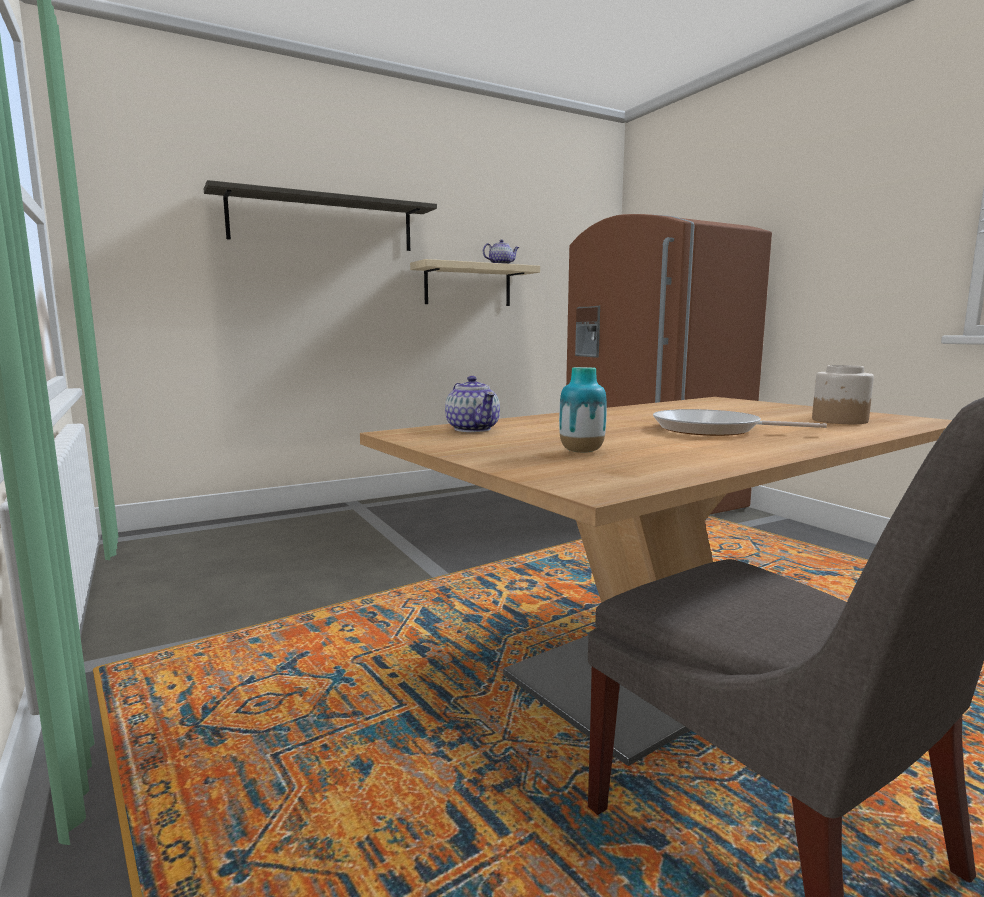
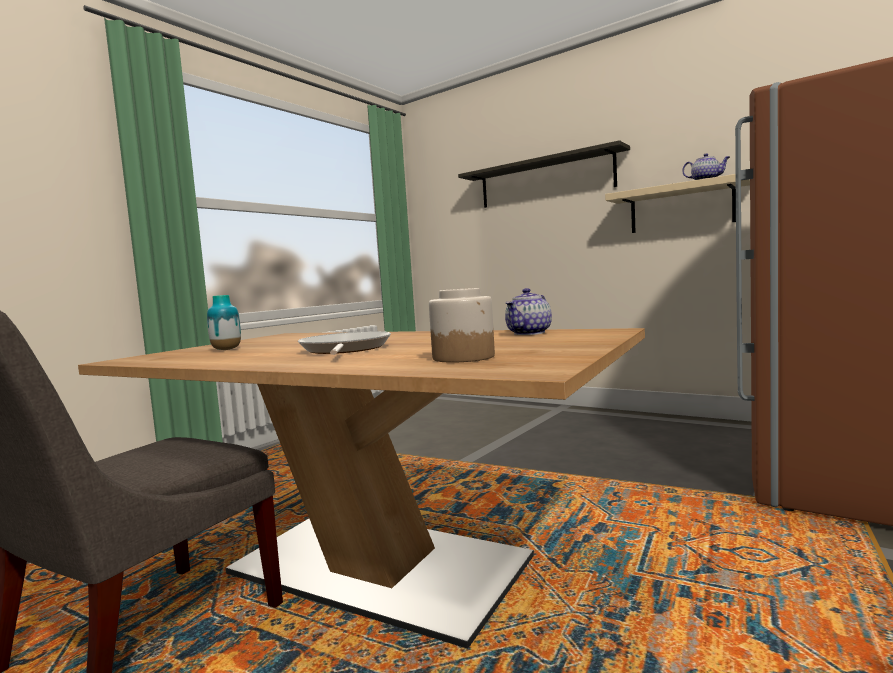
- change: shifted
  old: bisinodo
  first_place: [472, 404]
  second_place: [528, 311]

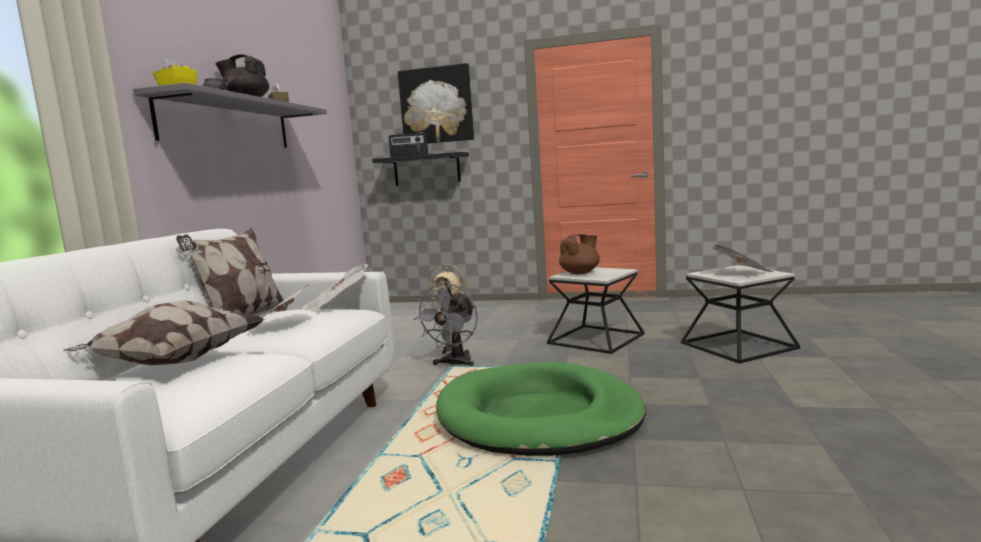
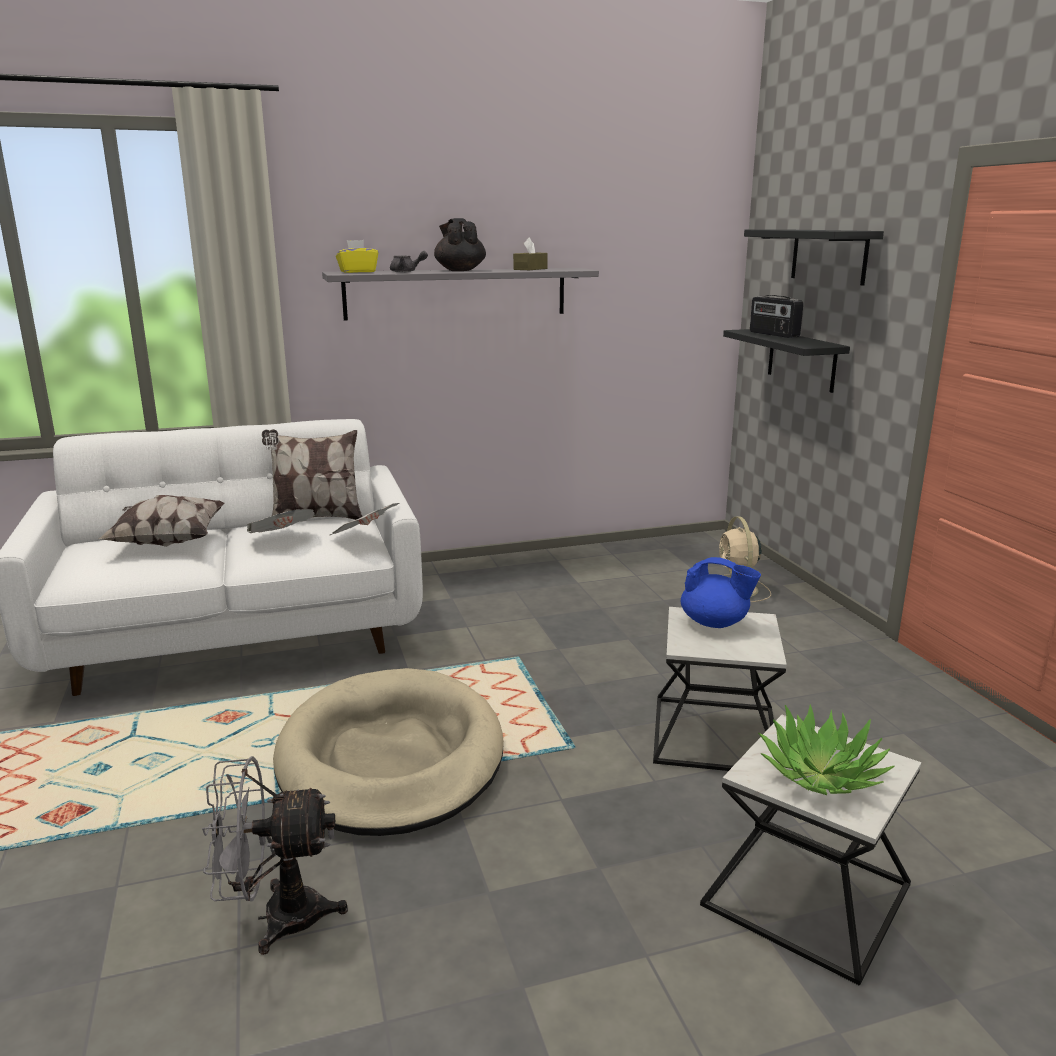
- change: shifted
  old: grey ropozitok
  first_place: [446, 324]
  second_place: [275, 855]
- change: repainted
  old: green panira
  new: beige panira
  first_place: [541, 409]
  second_place: [388, 752]
- change: repainted
  old: brown bisinodo
  new: blue bisinodo
  first_place: [579, 254]
  second_place: [721, 592]
- change: swapped
  old: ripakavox
  new: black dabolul
  first_place: [436, 103]
  second_place: [814, 257]
- change: swapped
  old: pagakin
  new: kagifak
  first_place: [743, 258]
  second_place: [826, 750]

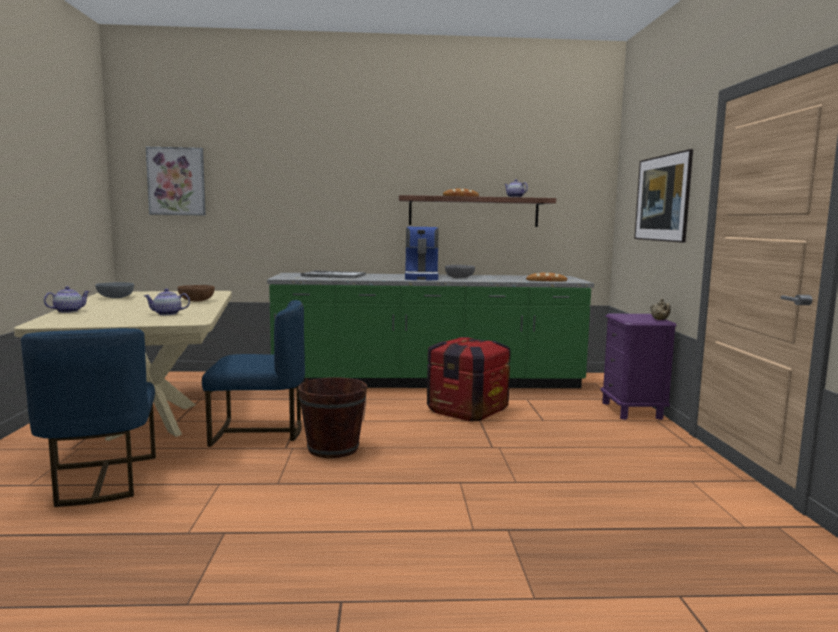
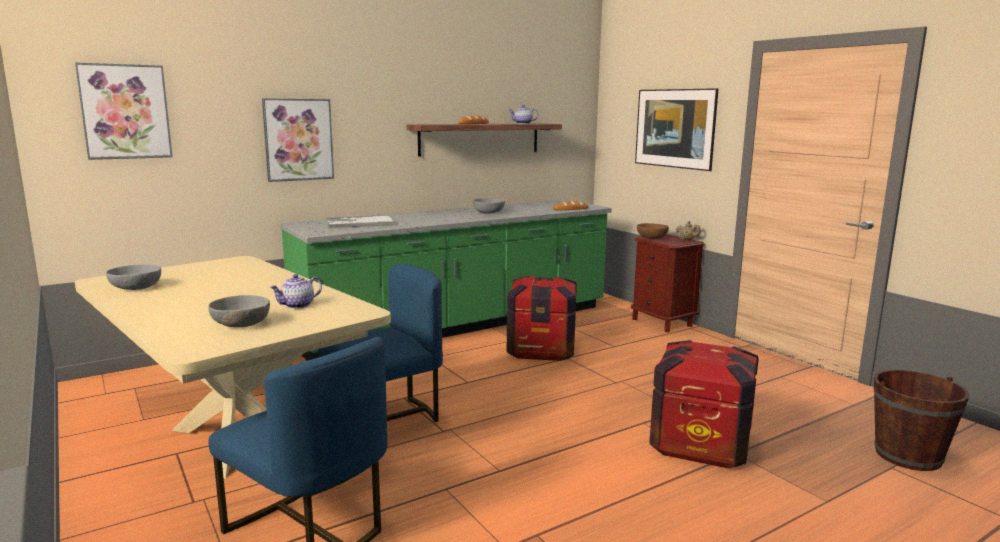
- change: new
  new: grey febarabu
  second_place: [239, 311]
- change: new
  new: ripakavox
  second_place: [298, 140]
- change: repainted
  old: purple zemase
  new: brown zemase
  first_place: [638, 367]
  second_place: [668, 283]
- change: shifted
  old: brown febarabu
  first_place: [196, 293]
  second_place: [653, 231]
- change: new
  new: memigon
  second_place: [704, 404]
- change: shifted
  old: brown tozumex
  first_place: [332, 417]
  second_place: [921, 420]
- change: gone
  old: bisinodo
  first_place: [67, 299]
- change: gone
  old: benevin
  first_place: [422, 253]

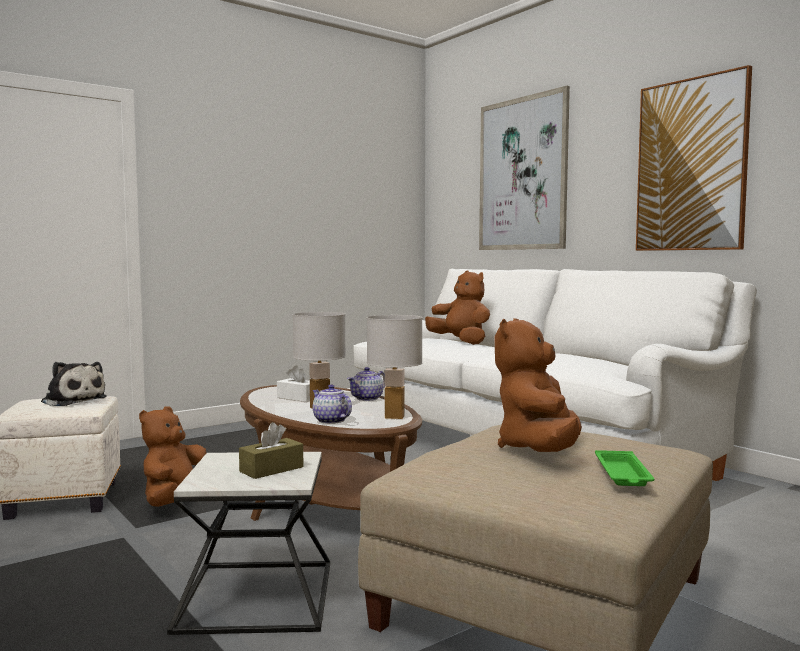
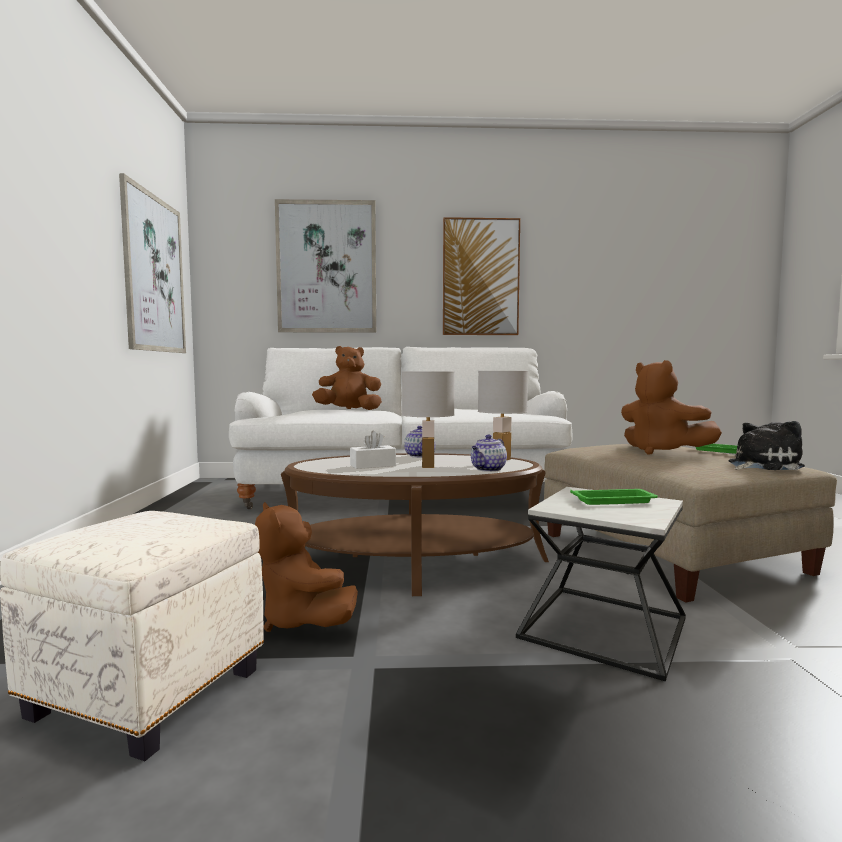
- change: new
  new: ripakavox
  second_place: [152, 263]
- change: rotated
  old: bisinodo
  first_place: [332, 404]
  second_place: [489, 453]
  degrees: -45
- change: swapped
  old: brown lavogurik
  new: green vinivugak
  first_place: [271, 450]
  second_place: [614, 497]
- change: shifted
  old: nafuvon
  first_place: [74, 384]
  second_place: [766, 445]

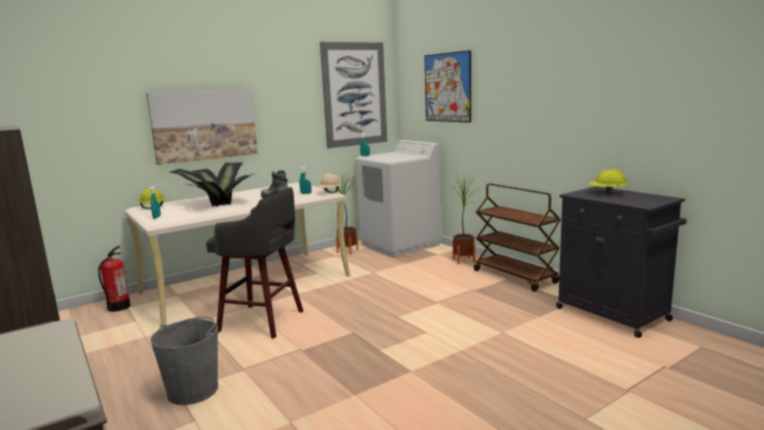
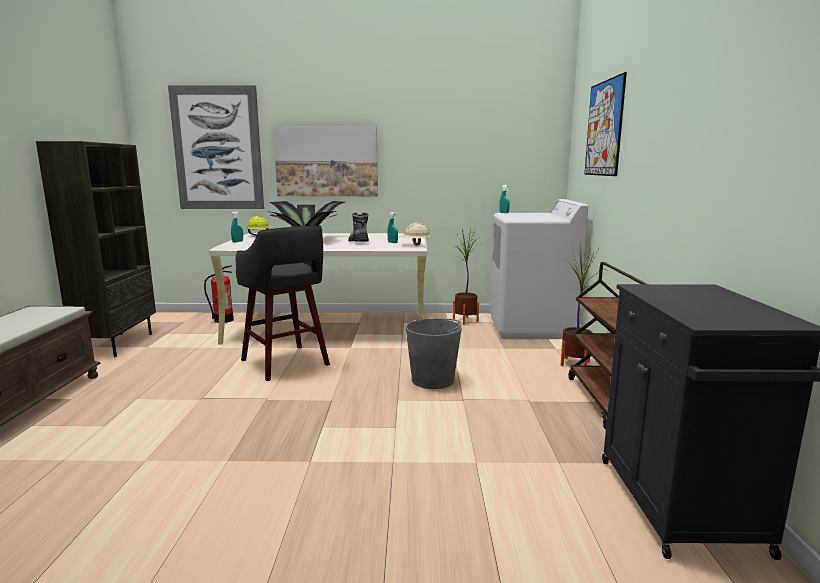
- change: shifted
  old: ripakavox
  first_place: [353, 95]
  second_place: [216, 147]
- change: shifted
  old: grey tozumex
  first_place: [184, 361]
  second_place: [434, 353]
- change: gone
  old: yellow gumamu
  first_place: [608, 181]

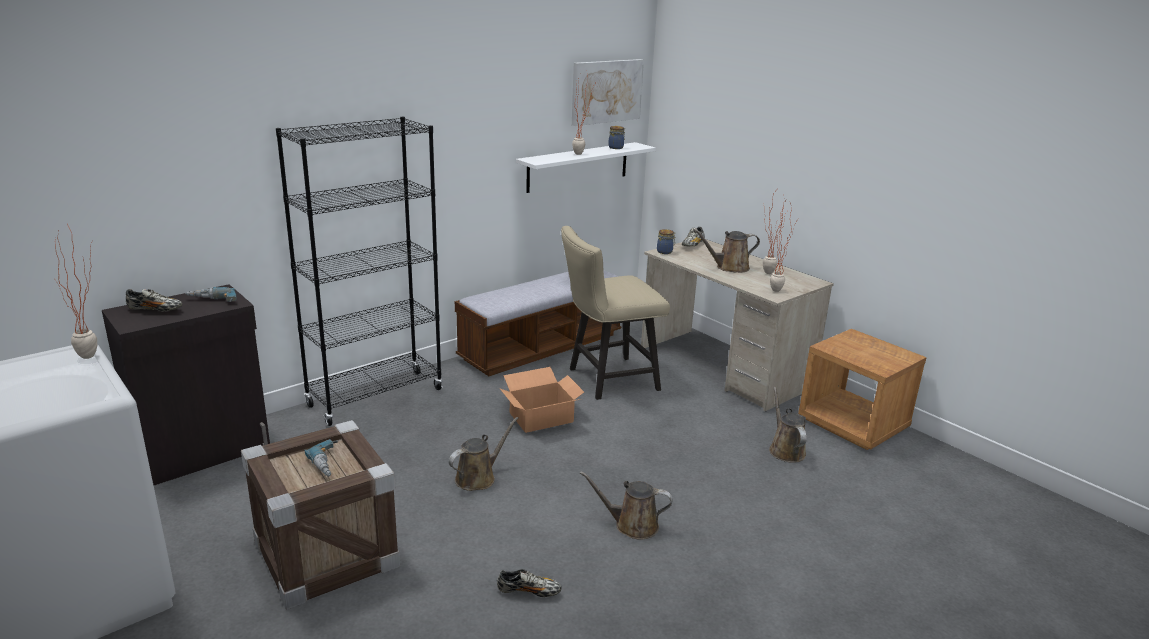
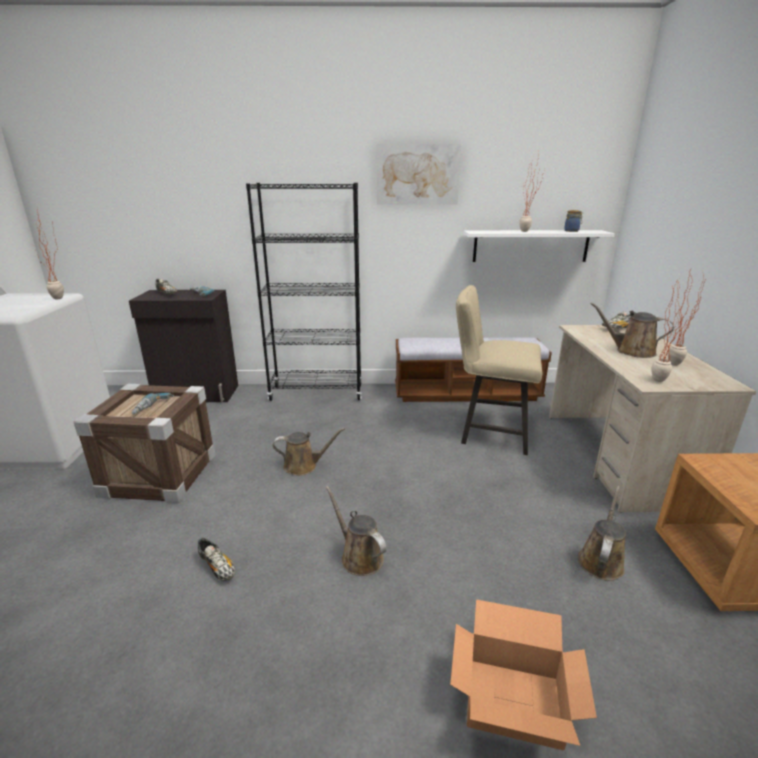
- change: shifted
  old: ripakavox
  first_place: [608, 92]
  second_place: [419, 174]
- change: shifted
  old: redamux
  first_place: [541, 400]
  second_place: [523, 675]
- change: gone
  old: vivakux
  first_place: [666, 241]

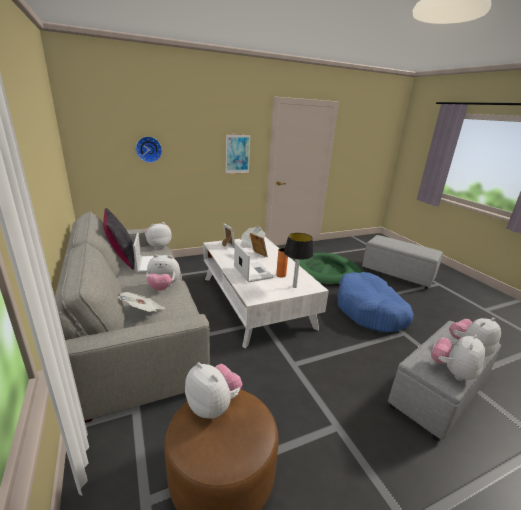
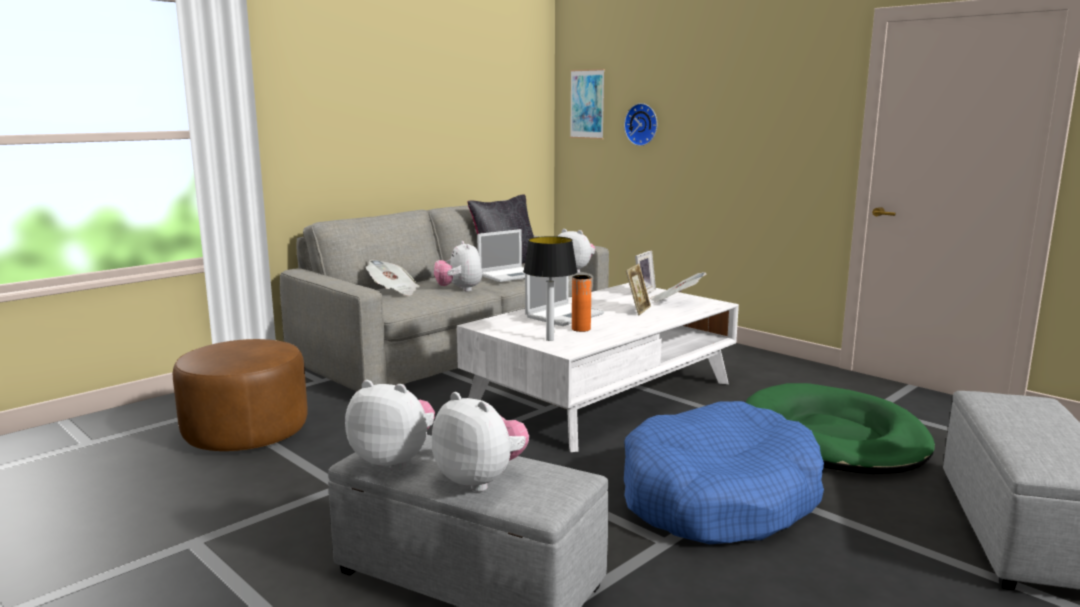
- change: shifted
  old: ripakavox
  first_place: [238, 154]
  second_place: [587, 104]
- change: gone
  old: nafuvon
  first_place: [213, 390]

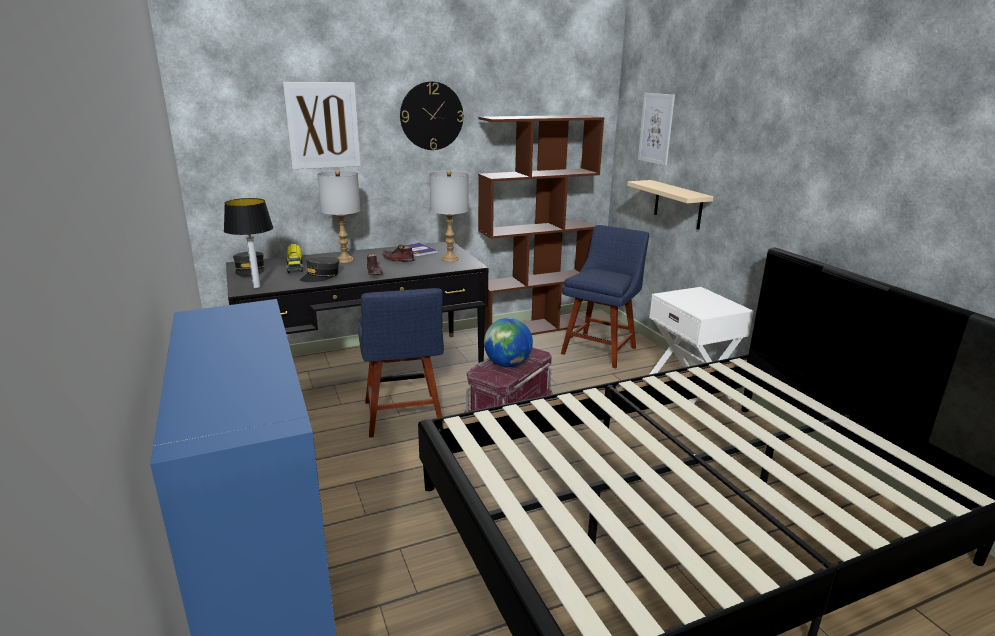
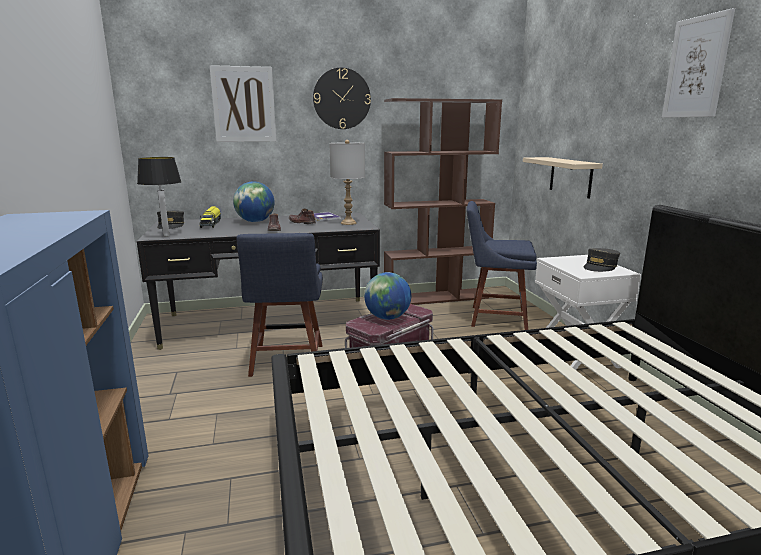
- change: swapped
  old: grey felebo
  new: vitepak
  first_place: [338, 216]
  second_place: [254, 201]
- change: rotated
  old: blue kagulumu
  first_place: [605, 297]
  second_place: [501, 265]
  degrees: -120
- change: shifted
  old: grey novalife
  first_place: [320, 269]
  second_place: [602, 260]
- change: shifted
  old: ripakavox
  first_place: [656, 129]
  second_place: [698, 63]

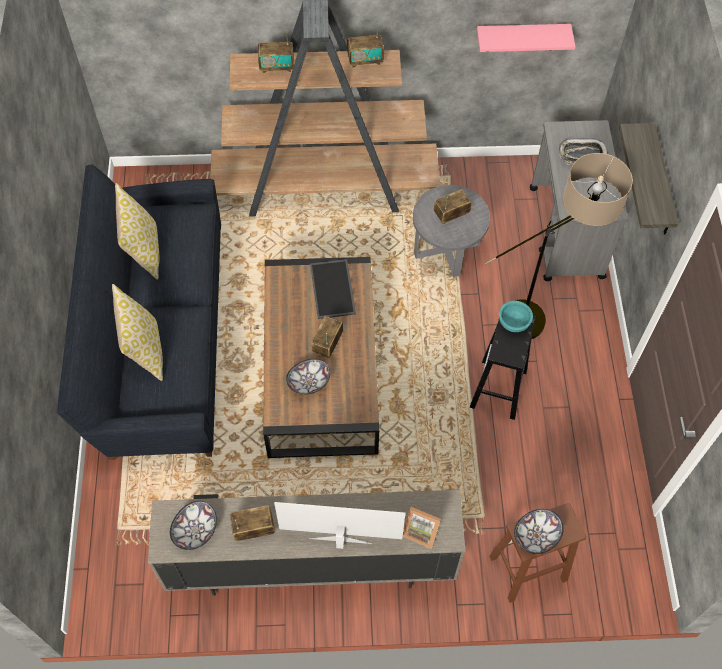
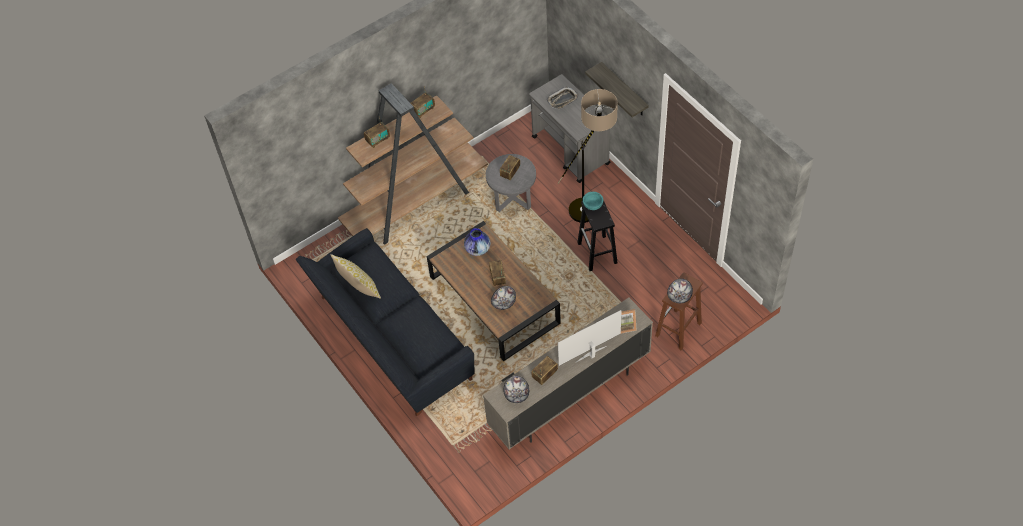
- change: swapped
  old: vinivugak
  new: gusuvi
  first_place: [333, 289]
  second_place: [477, 242]
- change: gone
  old: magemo
  first_place: [137, 332]
- change: gone
  old: pink dabolul
  first_place: [526, 38]

